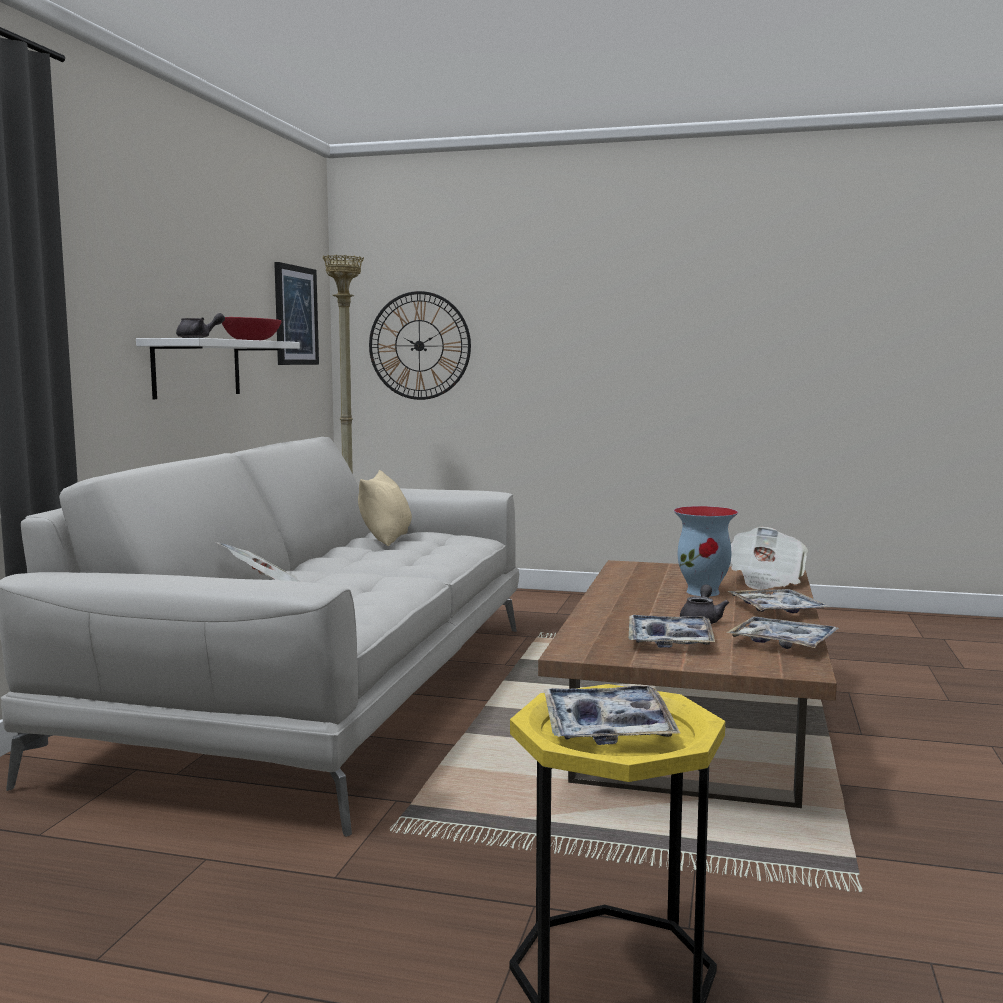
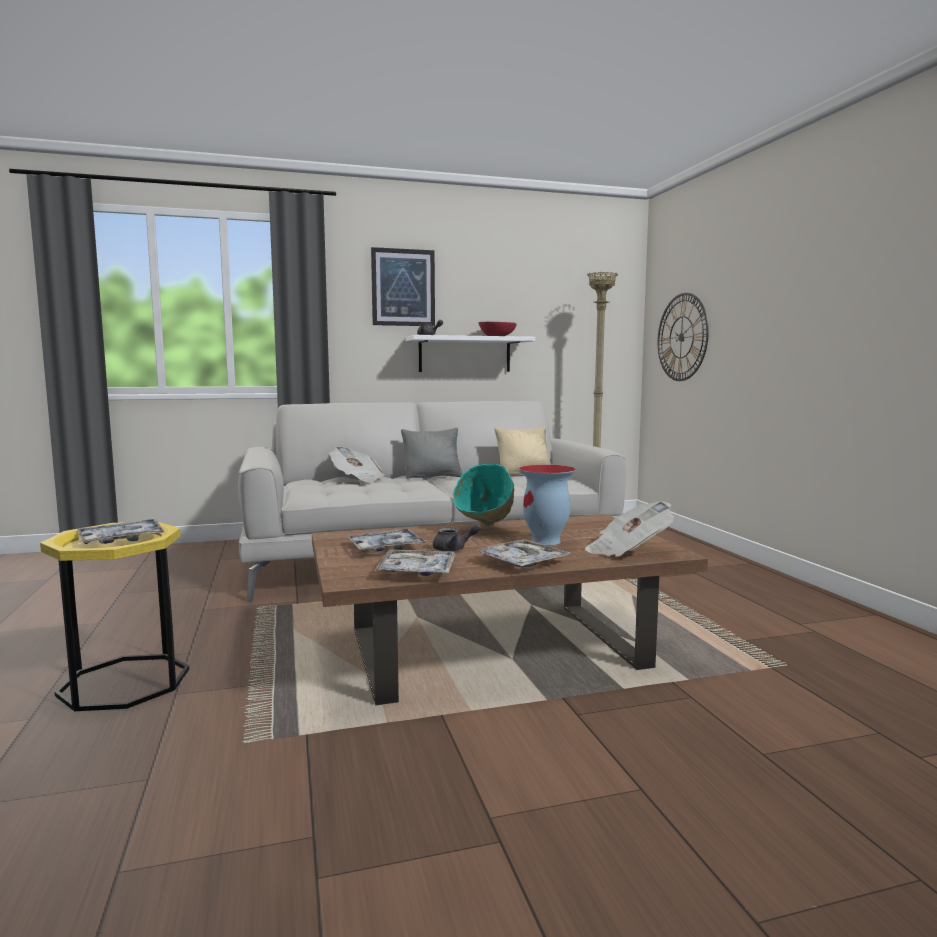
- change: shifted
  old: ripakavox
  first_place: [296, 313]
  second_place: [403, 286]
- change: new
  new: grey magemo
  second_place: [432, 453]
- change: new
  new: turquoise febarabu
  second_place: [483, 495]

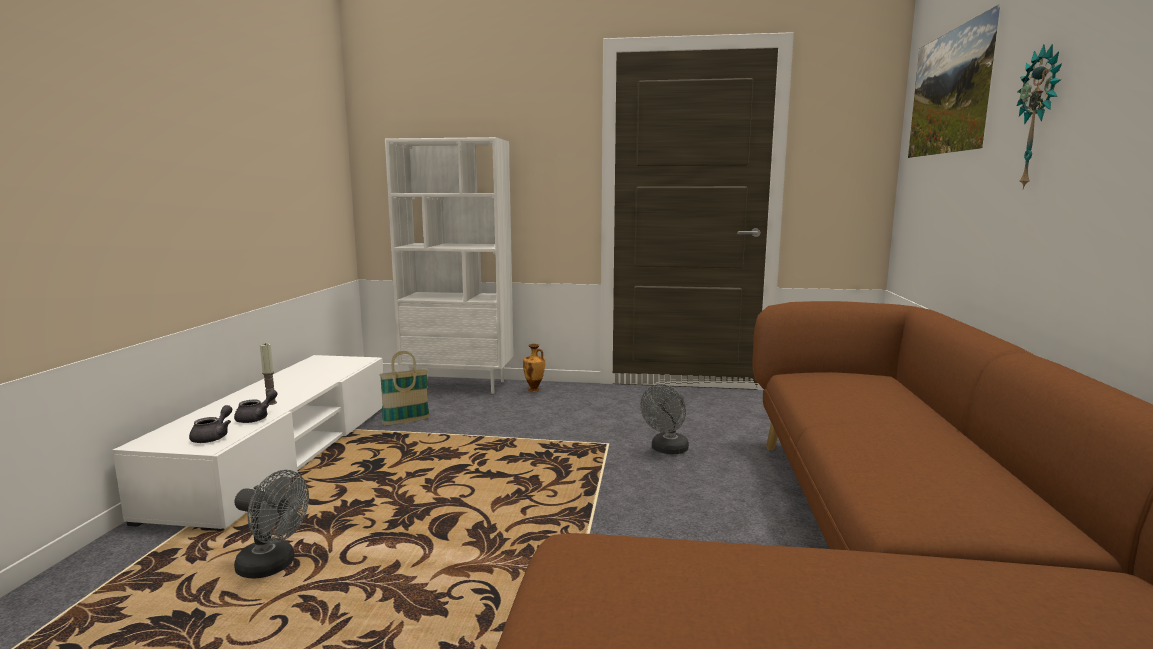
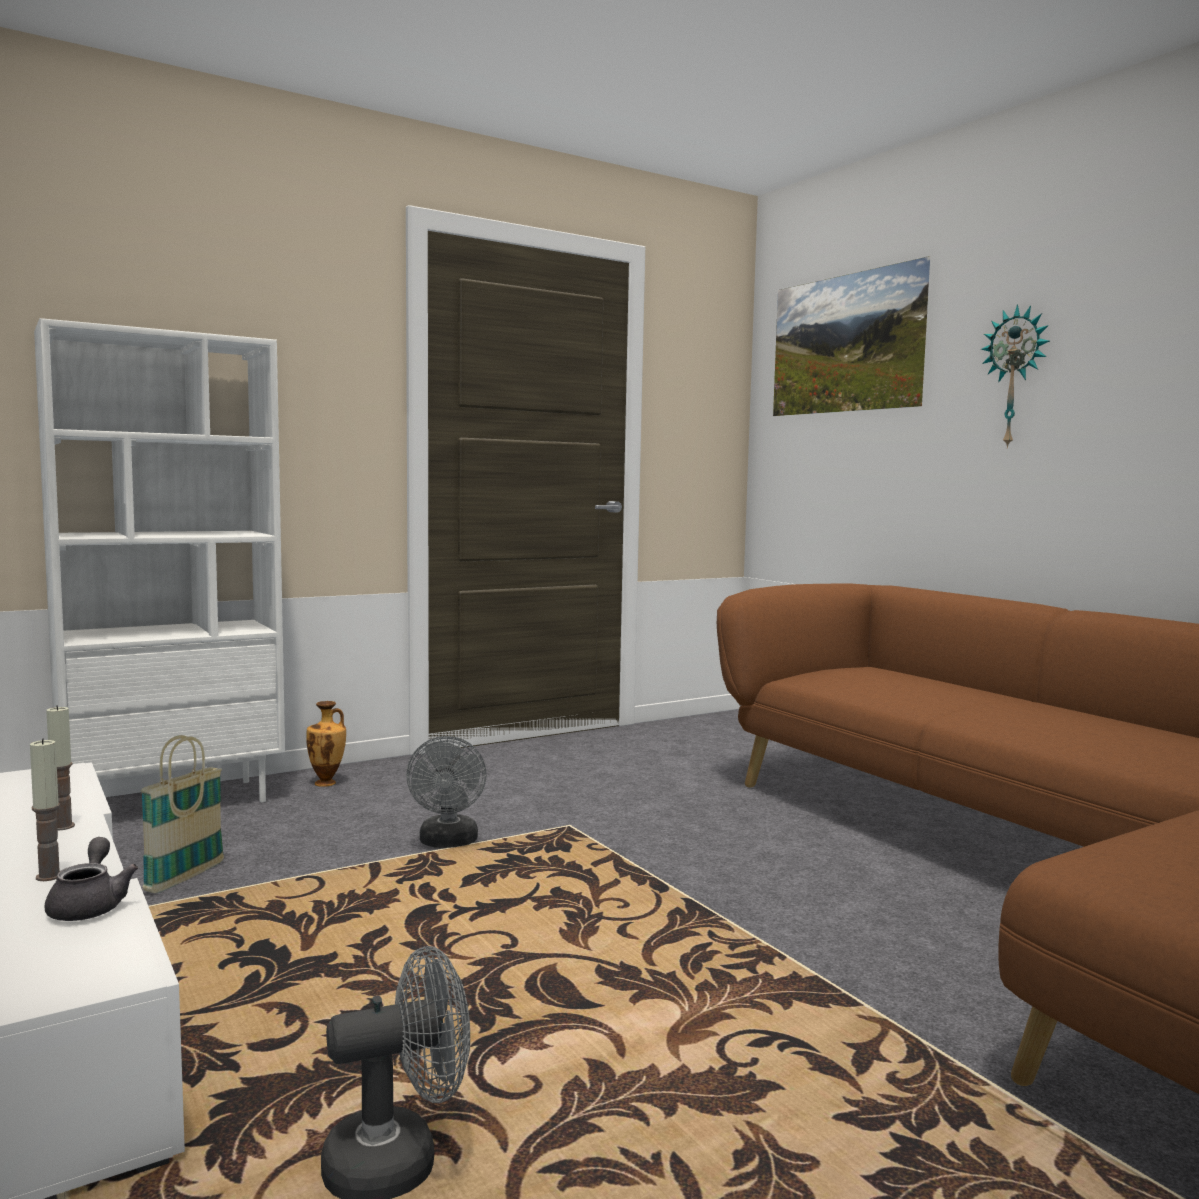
- change: new
  new: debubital
  second_place: [60, 768]
- change: shifted
  old: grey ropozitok
  first_place: [664, 419]
  second_place: [446, 792]
- change: gone
  old: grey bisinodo
  first_place: [210, 424]

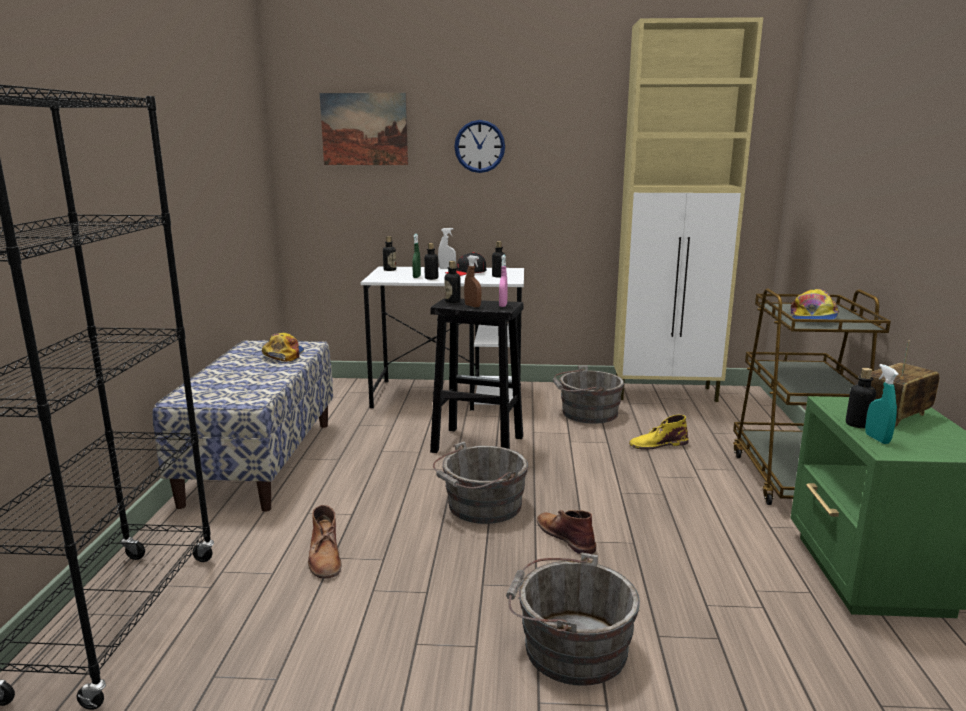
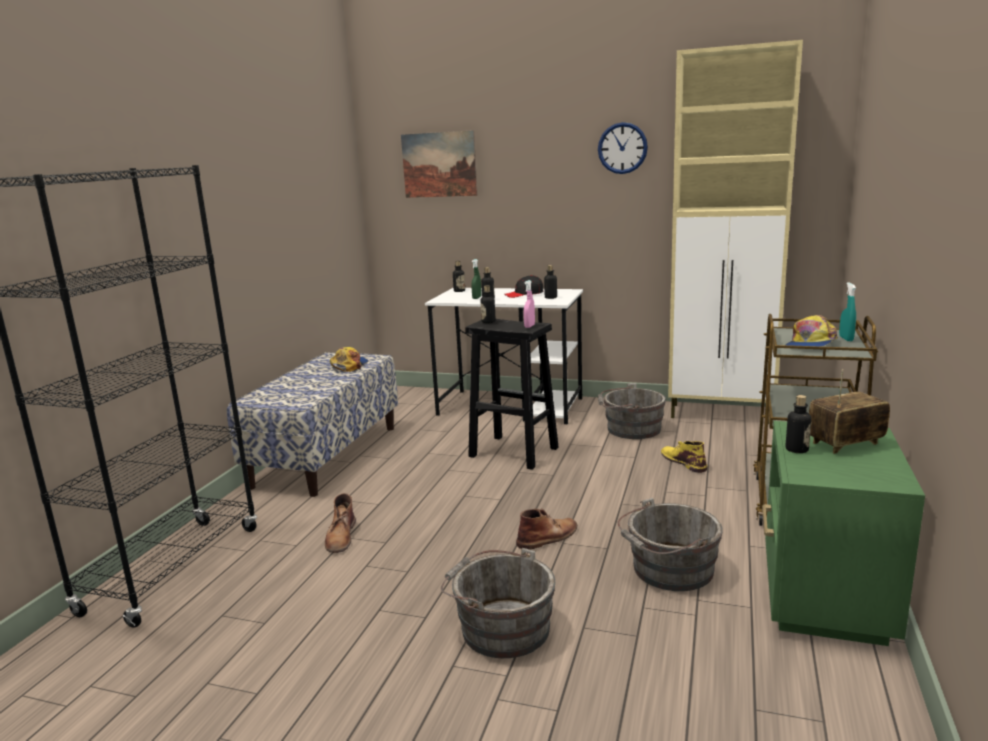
- change: rotated
  old: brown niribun
  first_place: [566, 532]
  second_place: [546, 529]
  degrees: 75
- change: shifted
  old: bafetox
  first_place: [479, 146]
  second_place: [623, 148]
- change: shifted
  old: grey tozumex
  first_place: [480, 482]
  second_place: [670, 544]
- change: rotated
  old: yellow niribun
  first_place: [659, 432]
  second_place: [684, 457]
  degrees: 60
- change: shifted
  old: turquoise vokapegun
  first_place: [882, 404]
  second_place: [847, 311]
- change: gone
  old: white vokapegun
  first_place: [447, 248]
- change: gone
  old: brown vokapegun
  first_place: [472, 281]

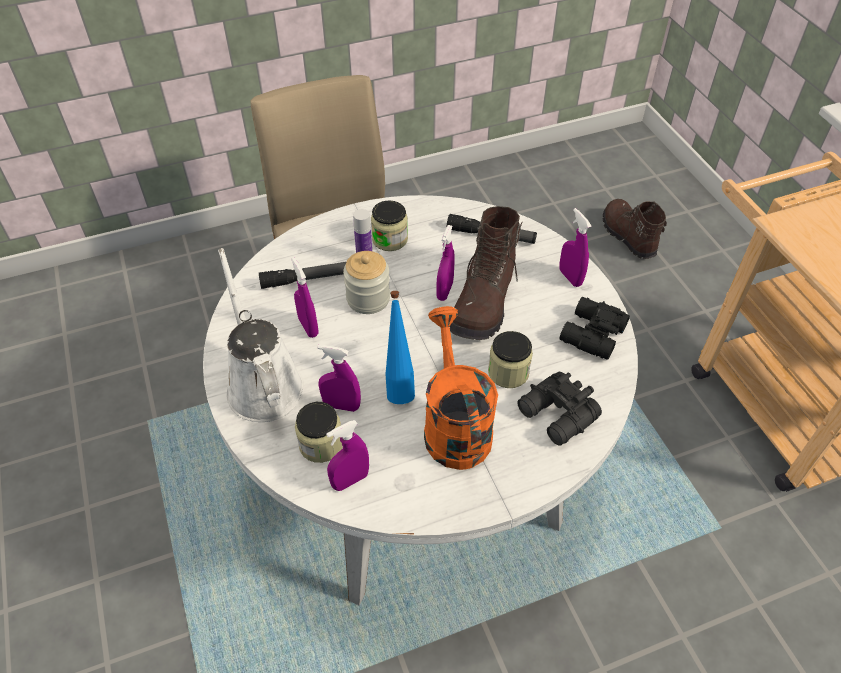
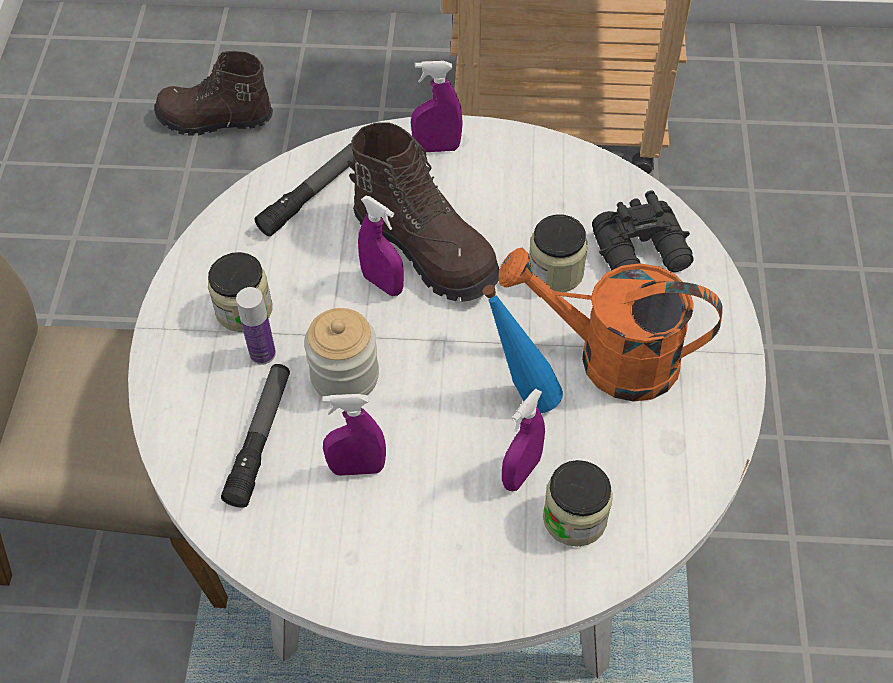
- change: gone
  old: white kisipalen
  first_place: [261, 335]
- change: gone
  old: purple vokapegun
  first_place: [347, 455]
- change: gone
  old: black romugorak
  first_place: [595, 328]

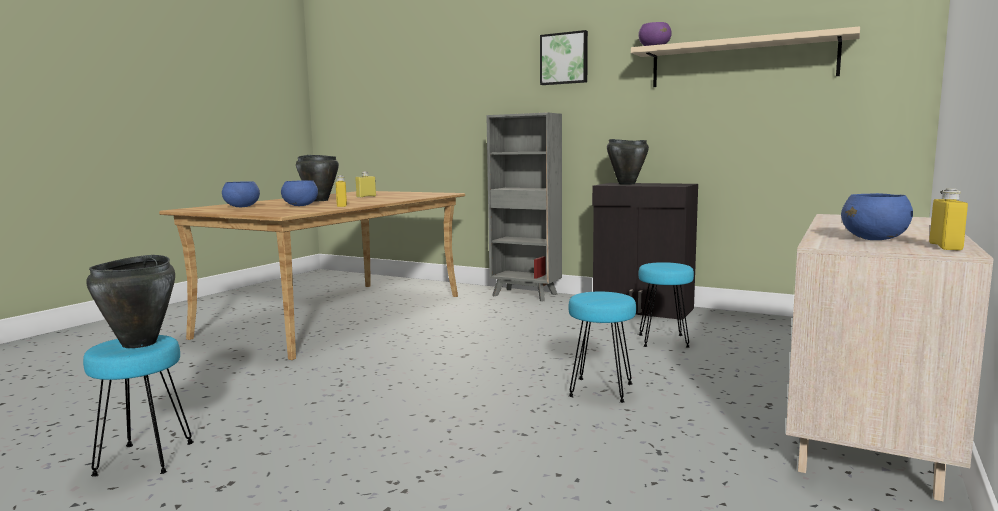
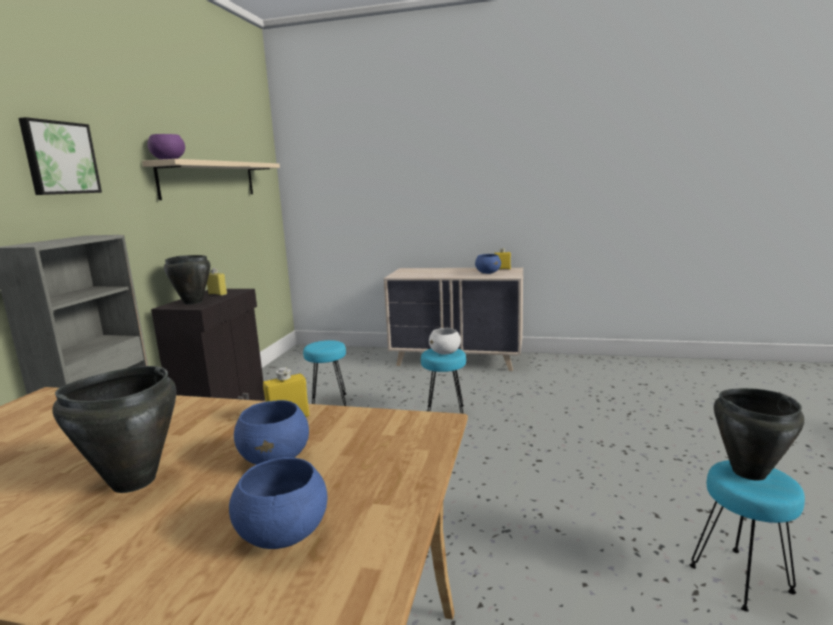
- change: shifted
  old: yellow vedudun
  first_place: [365, 184]
  second_place: [217, 282]
- change: new
  new: white febarabu
  second_place: [445, 341]

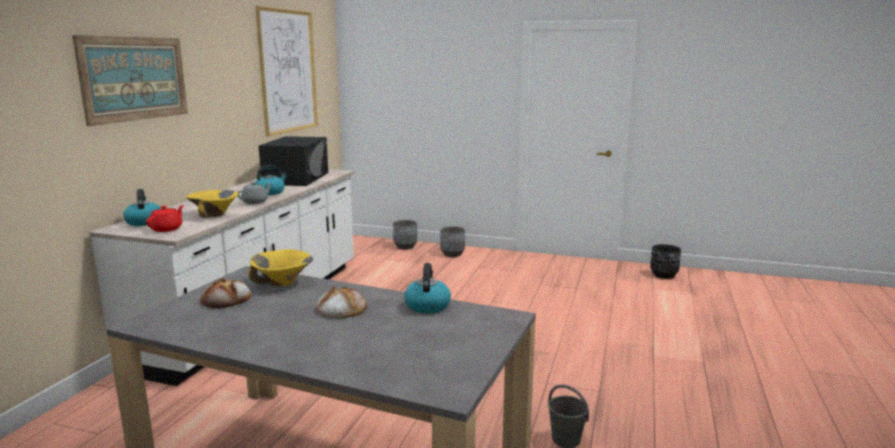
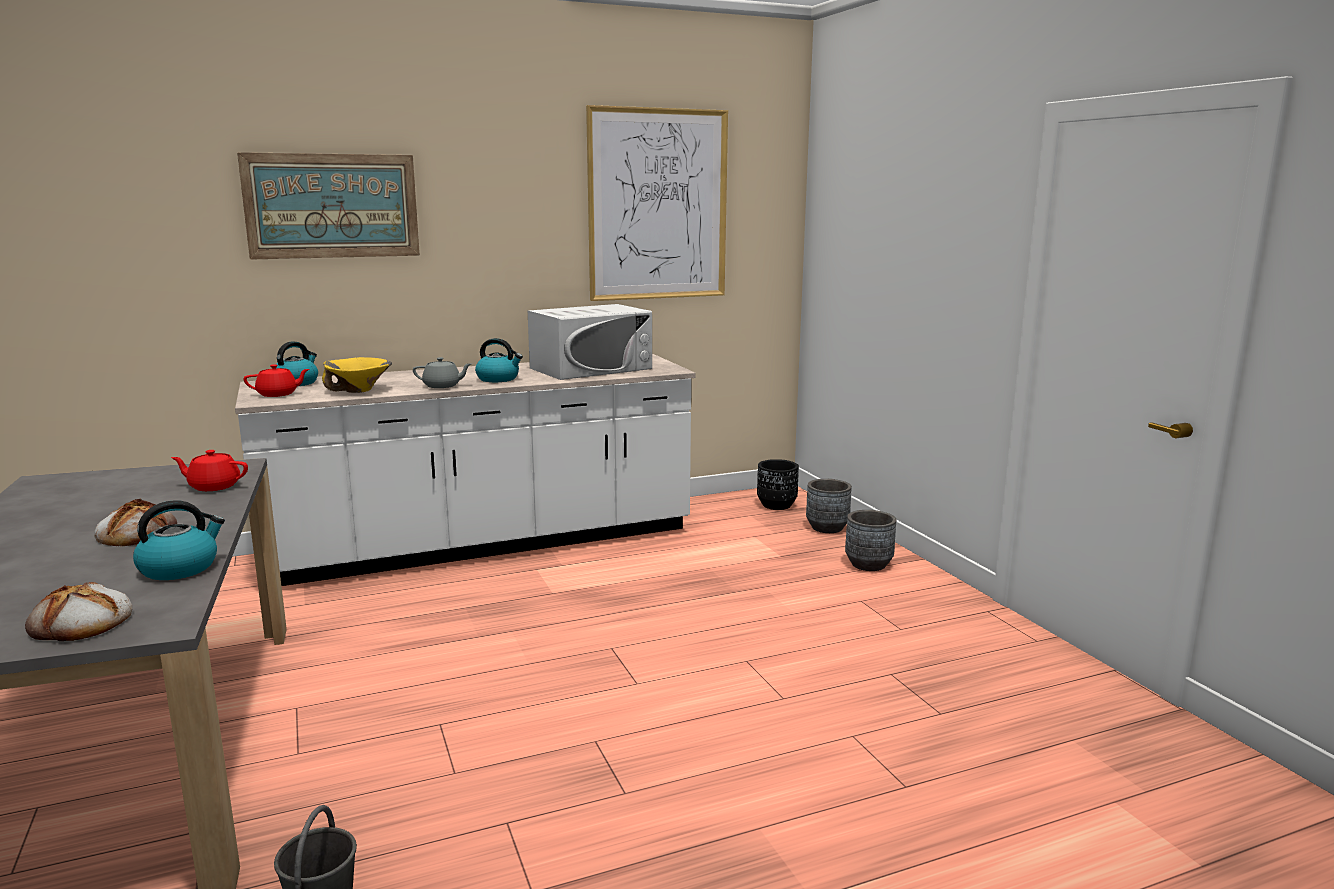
- change: shifted
  old: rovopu
  first_place: [225, 293]
  second_place: [79, 611]
- change: swapped
  old: yellow febarabu
  new: red bisinodo
  first_place: [280, 268]
  second_place: [209, 470]
- change: repainted
  old: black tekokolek
  new: white tekokolek
  first_place: [293, 161]
  second_place: [590, 342]
- change: shifted
  old: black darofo
  first_place: [665, 261]
  second_place: [778, 484]

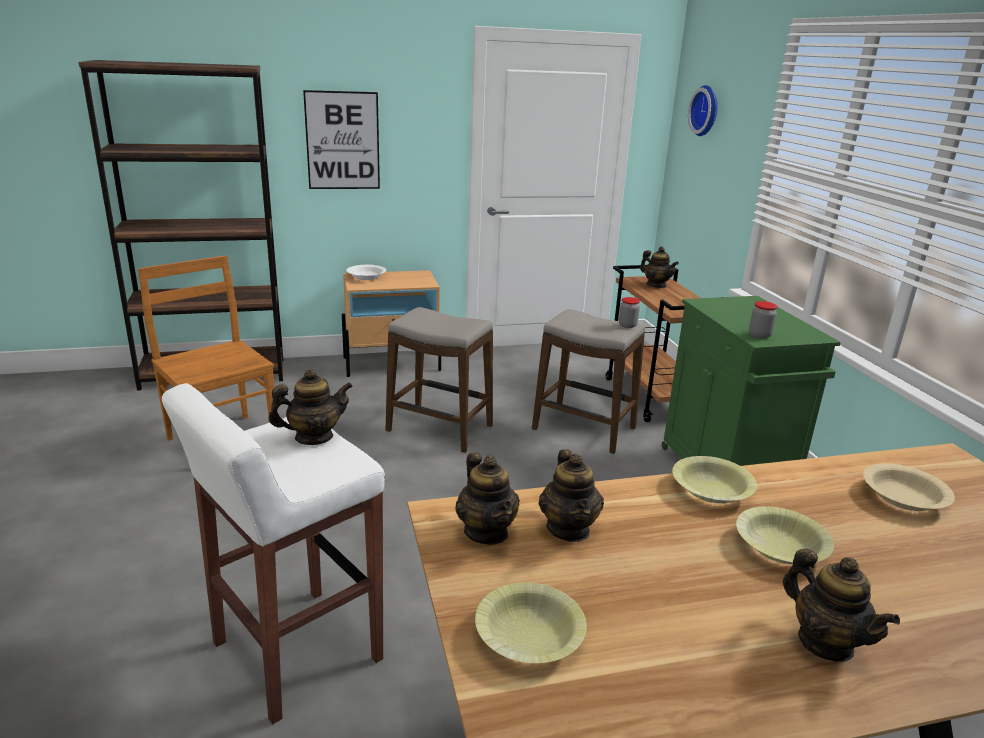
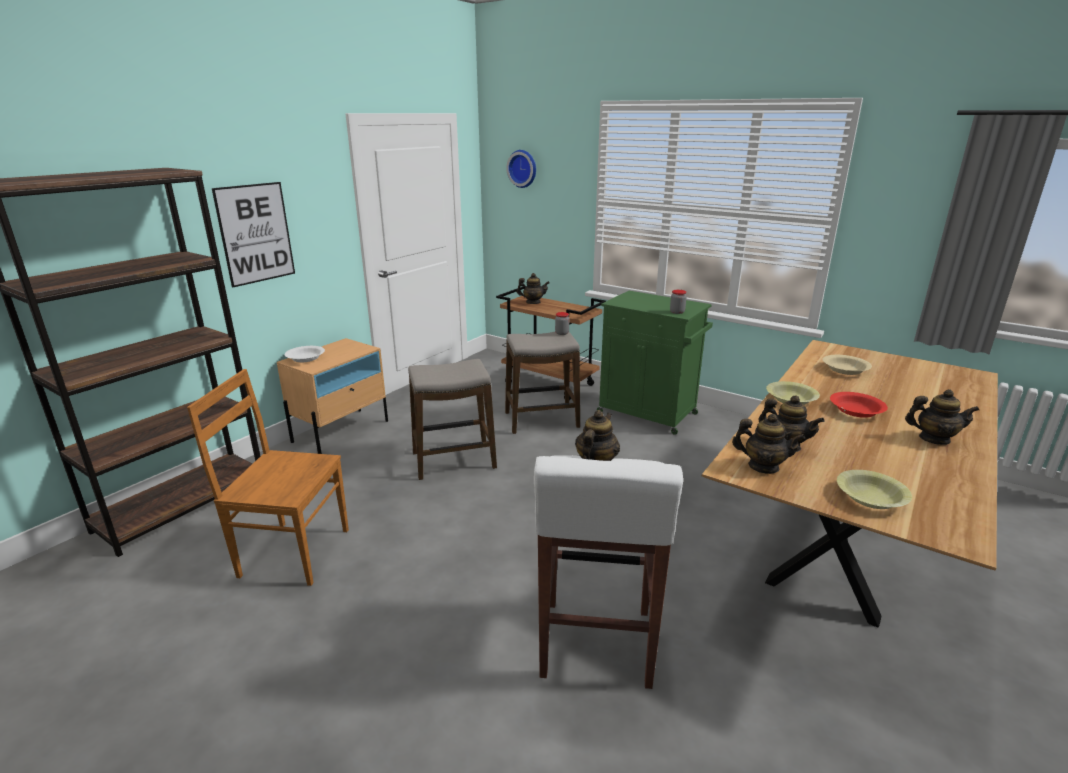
- change: repainted
  old: yellow febarabu
  new: red febarabu
  first_place: [785, 535]
  second_place: [859, 405]

